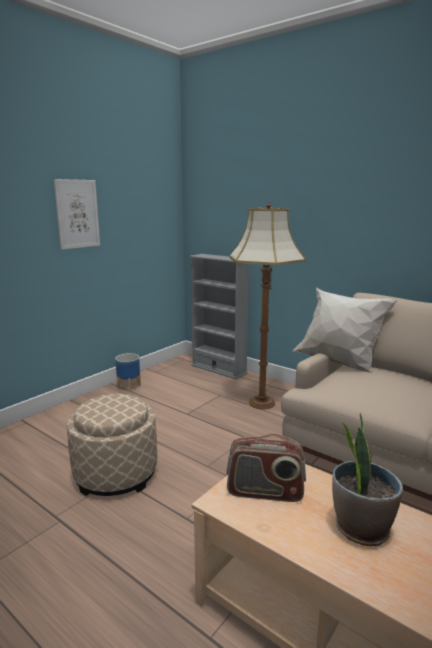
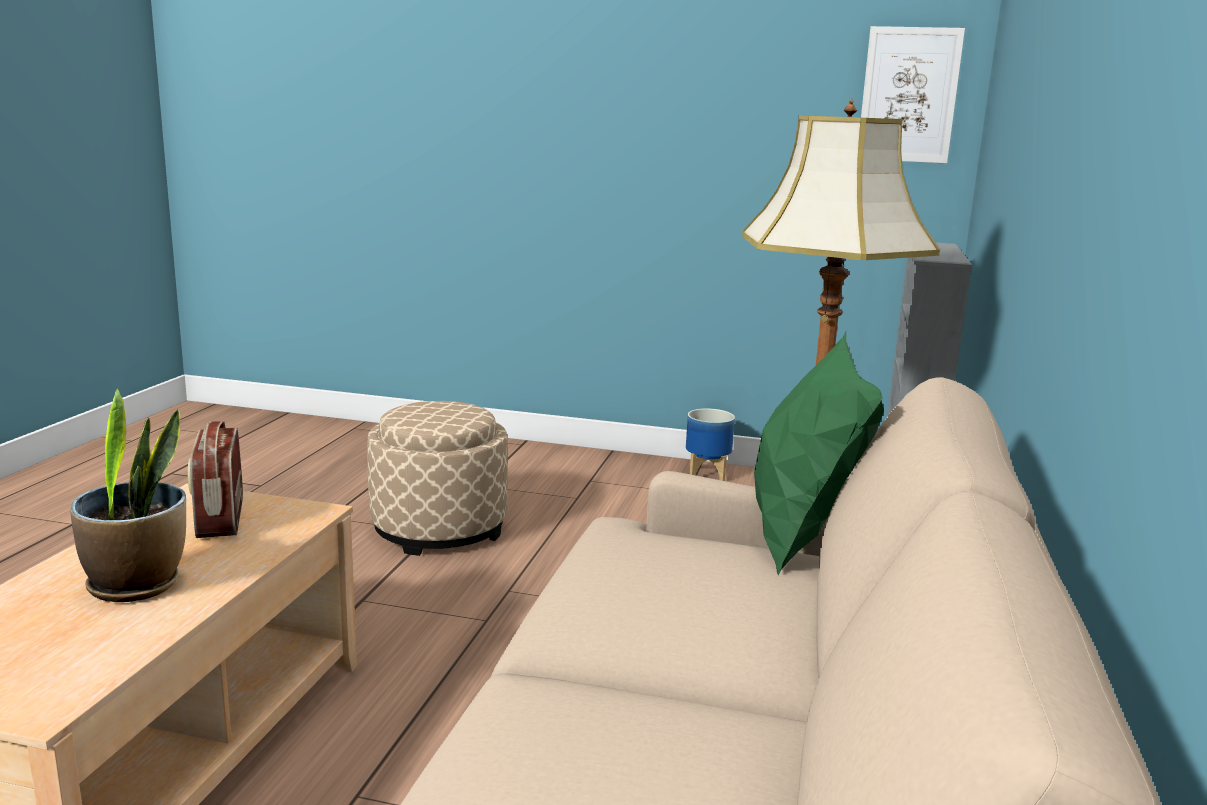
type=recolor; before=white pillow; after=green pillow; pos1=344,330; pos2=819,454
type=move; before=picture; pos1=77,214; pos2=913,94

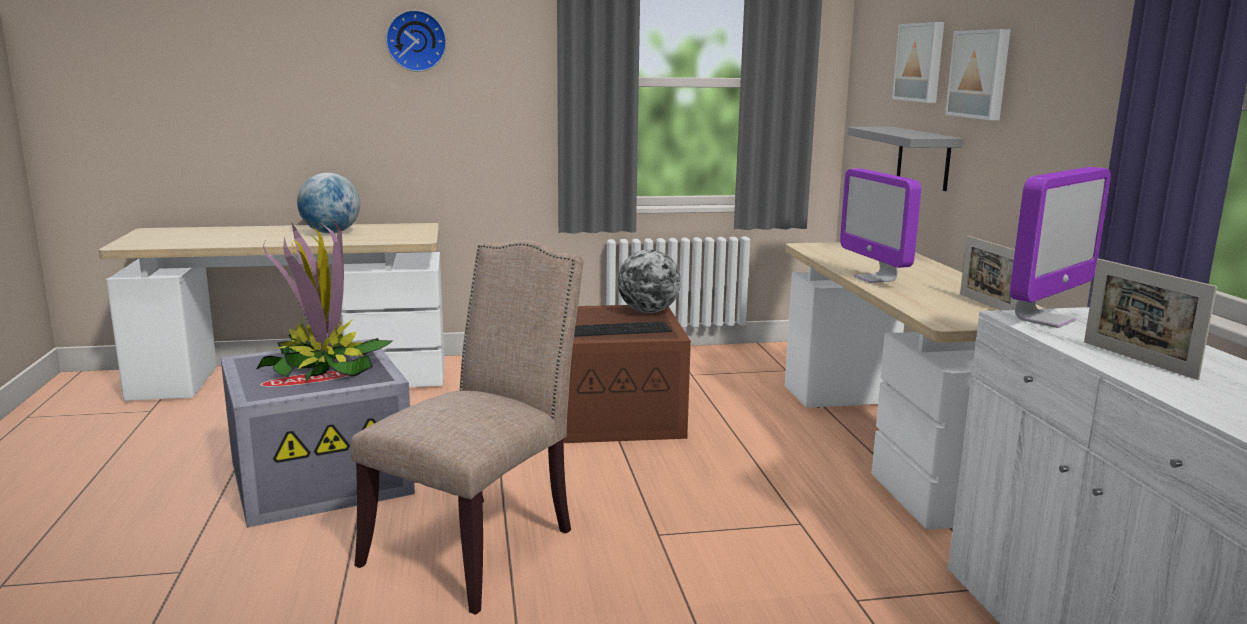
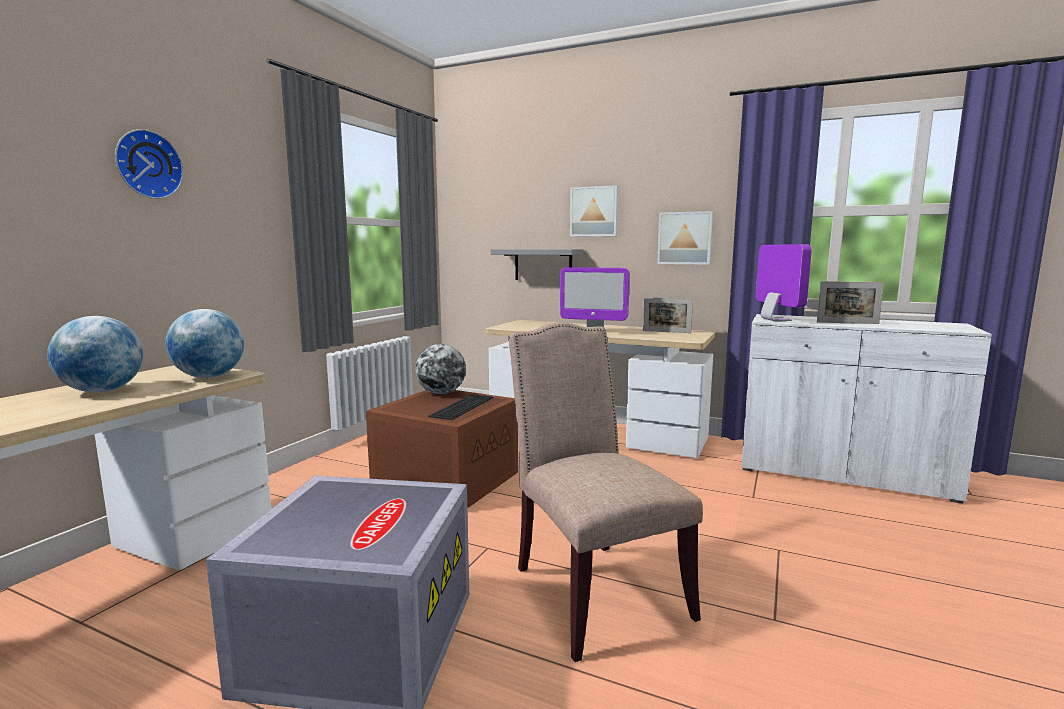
type=insert; after=globe; pos2=204,343
type=move; before=picture; pos1=918,62; pos2=685,238
type=delete; before=potted plant; pos1=324,299

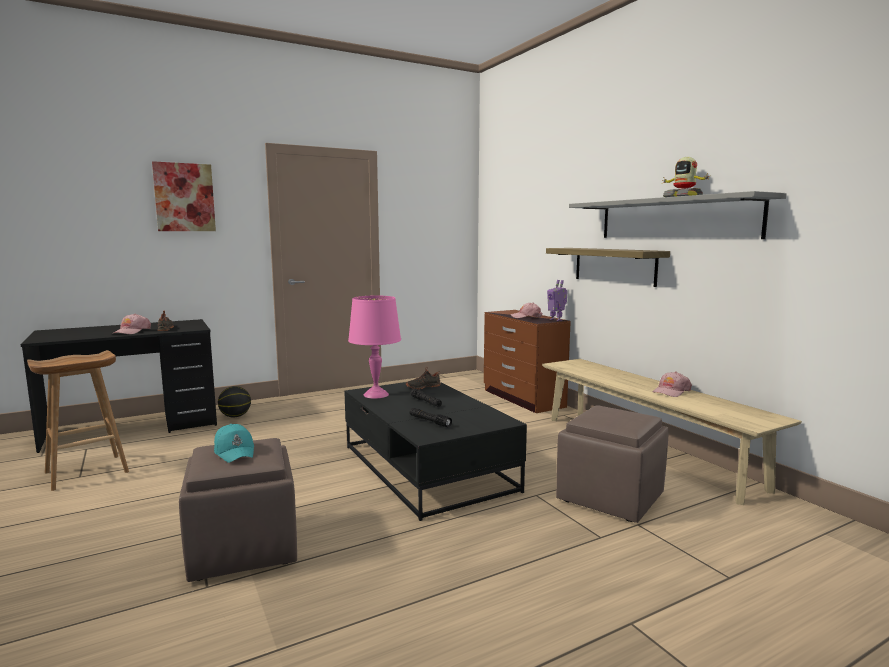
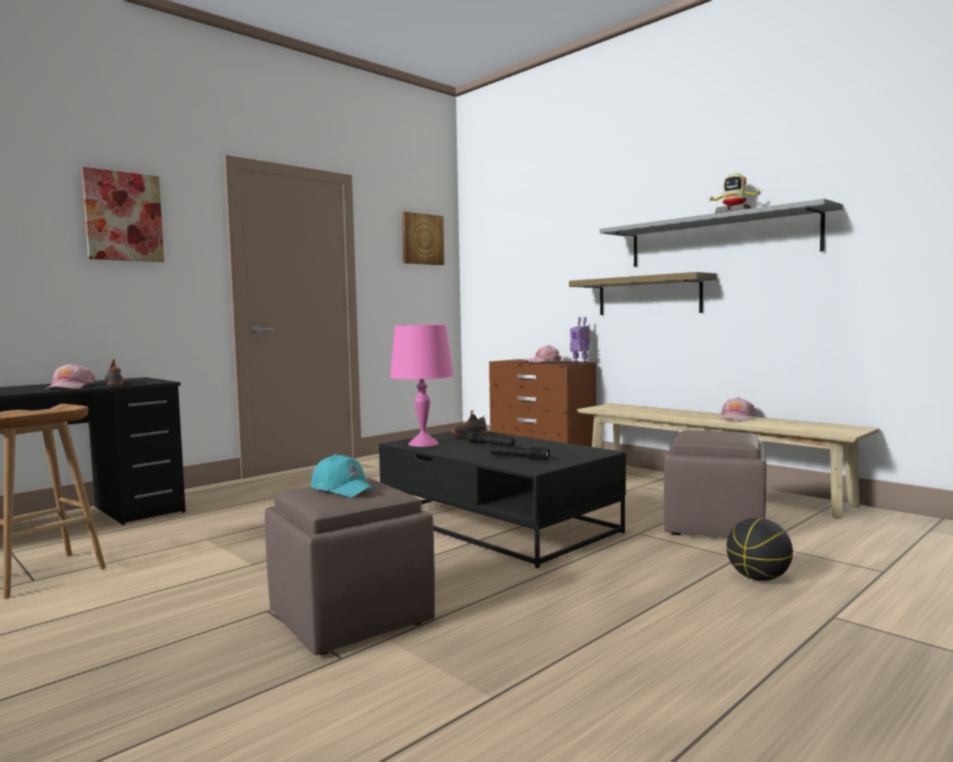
type=insert; after=picture; pos2=423,238
type=move; before=basketball; pos1=234,401; pos2=759,549

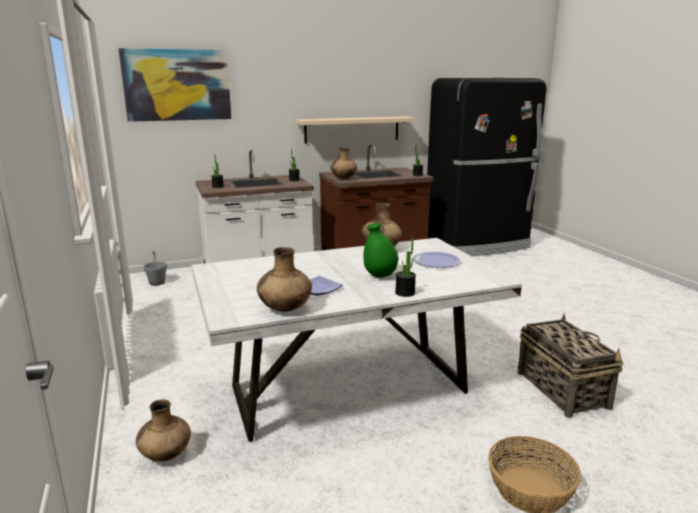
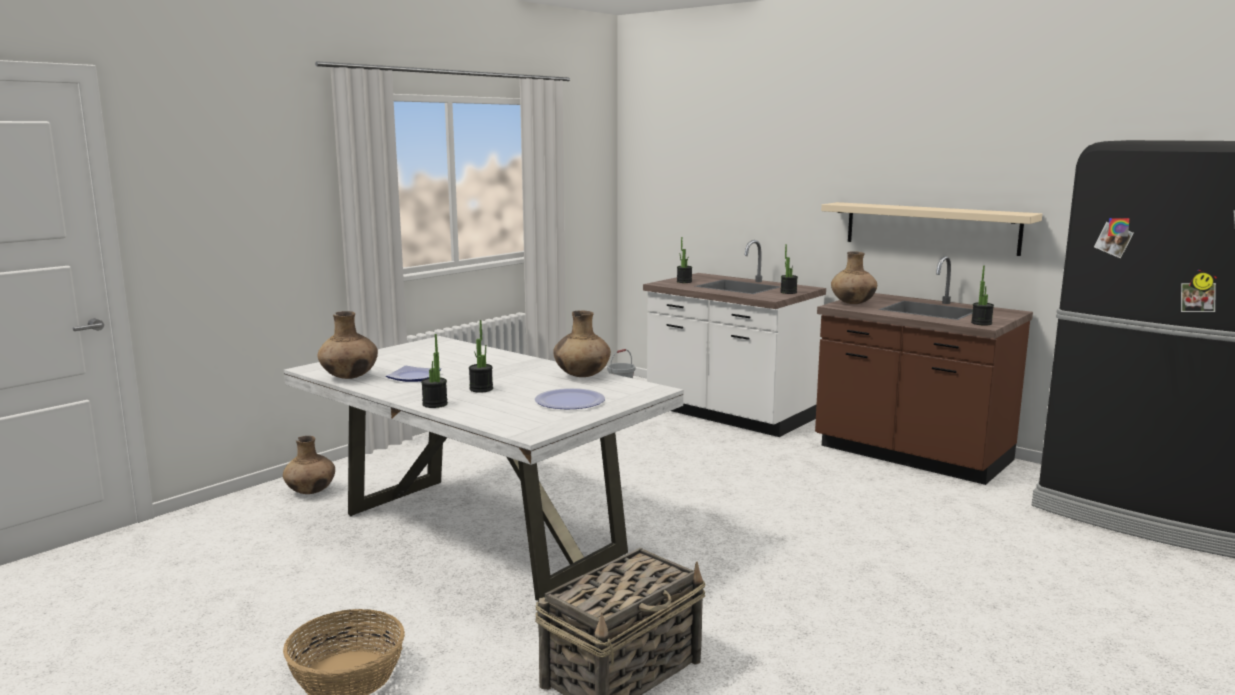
type=replace; before=green vase; after=potted plant; pos1=380,250; pos2=481,356
type=delete; before=picture; pos1=175,85

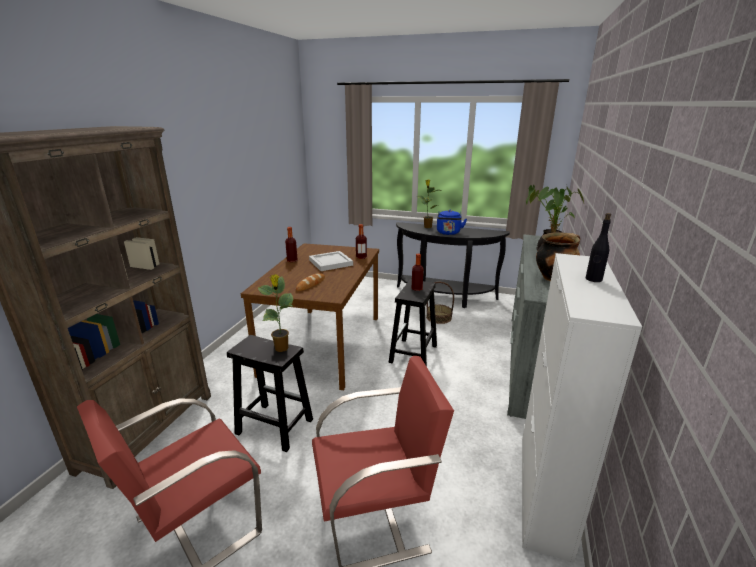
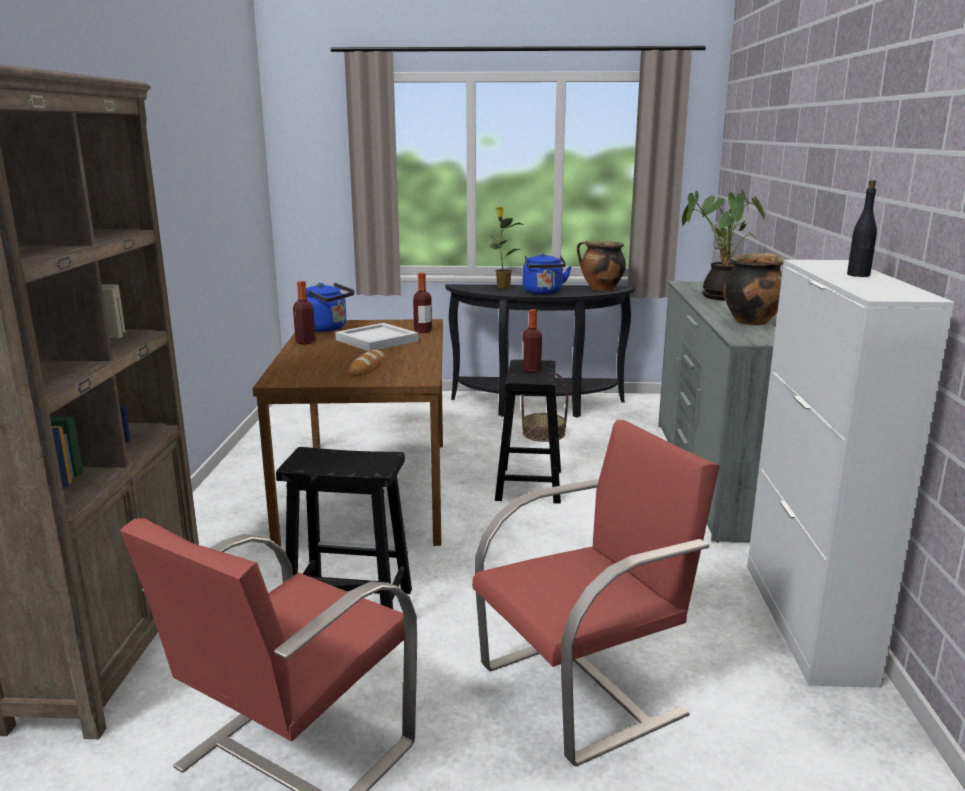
type=insert; after=blue kettle; pos2=325,307
type=insert; after=cooking pot; pos2=601,266
type=delete; before=potted plant; pos1=275,313

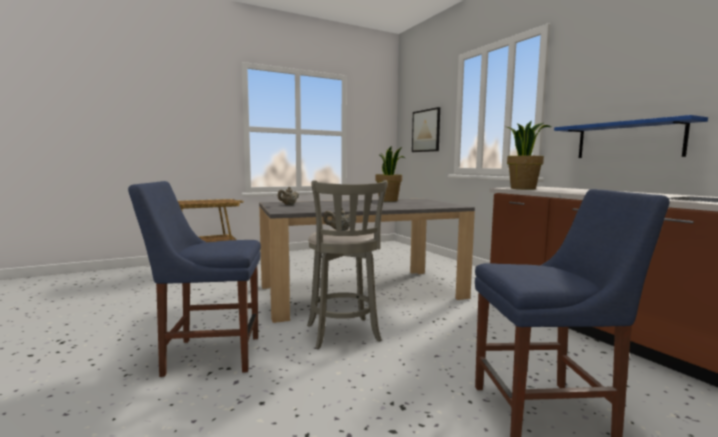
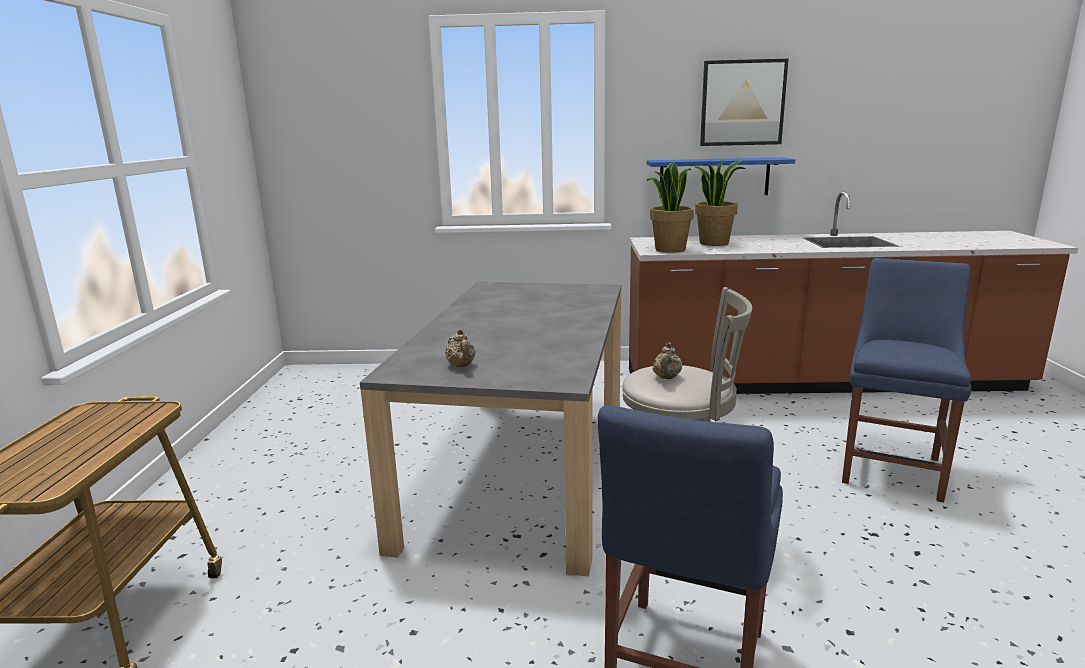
type=move; before=potted plant; pos1=390,174; pos2=720,203
type=move; before=picture; pos1=426,129; pos2=744,102

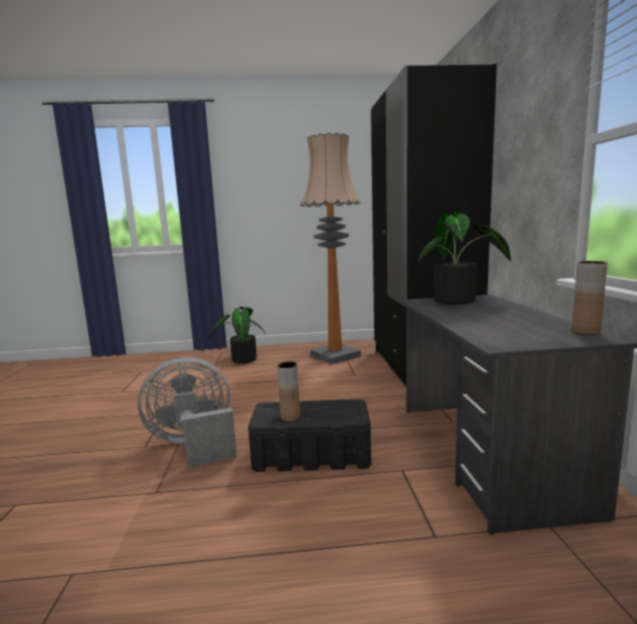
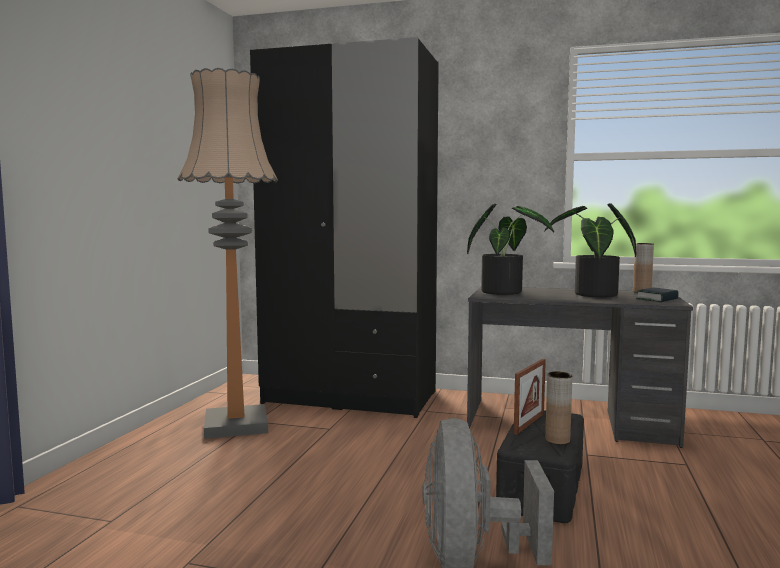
type=insert; after=picture frame; pos2=530,397
type=move; before=potted plant; pos1=237,335; pos2=590,250
type=insert; after=book; pos2=657,294

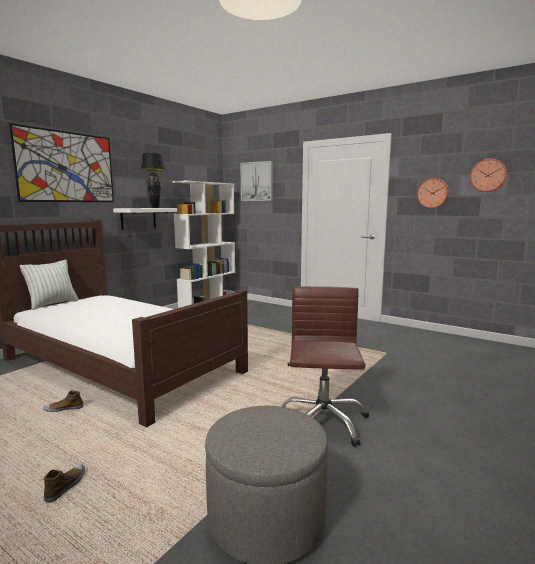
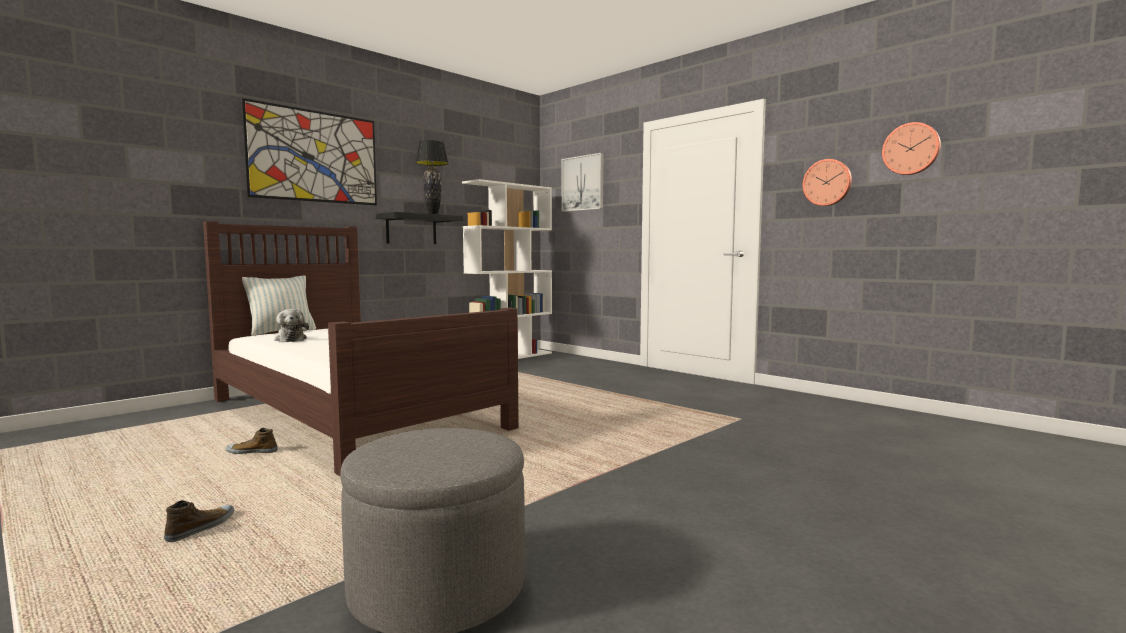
type=insert; after=plush toy; pos2=291,325
type=recolor; before=white shelf; after=black shelf; pos1=145,219; pos2=419,228
type=delete; before=brown office chair; pos1=325,366

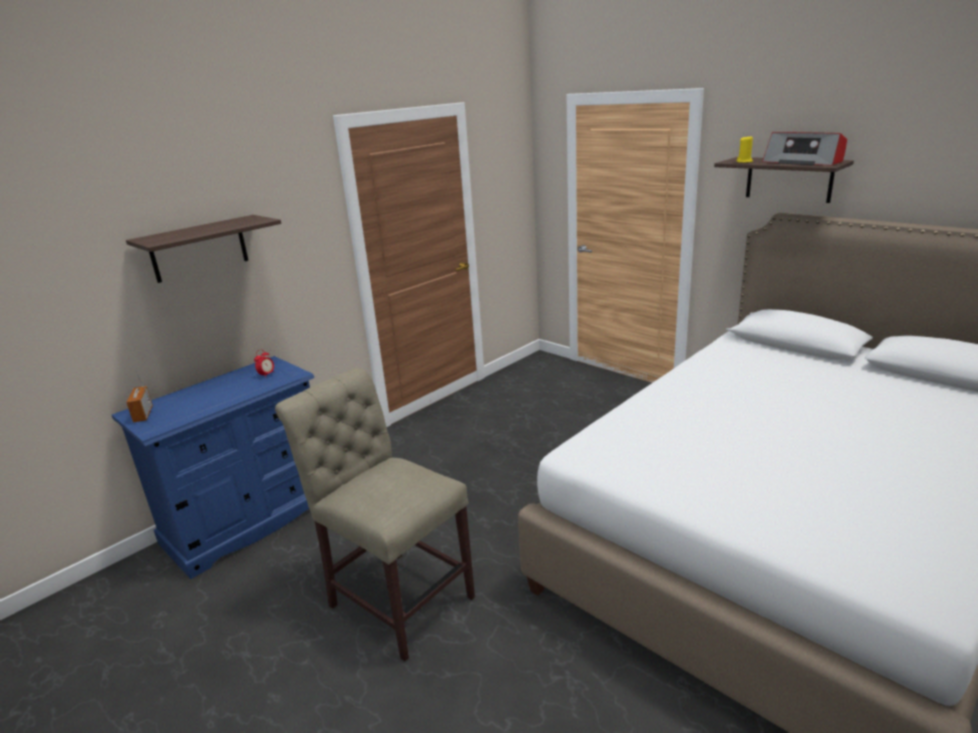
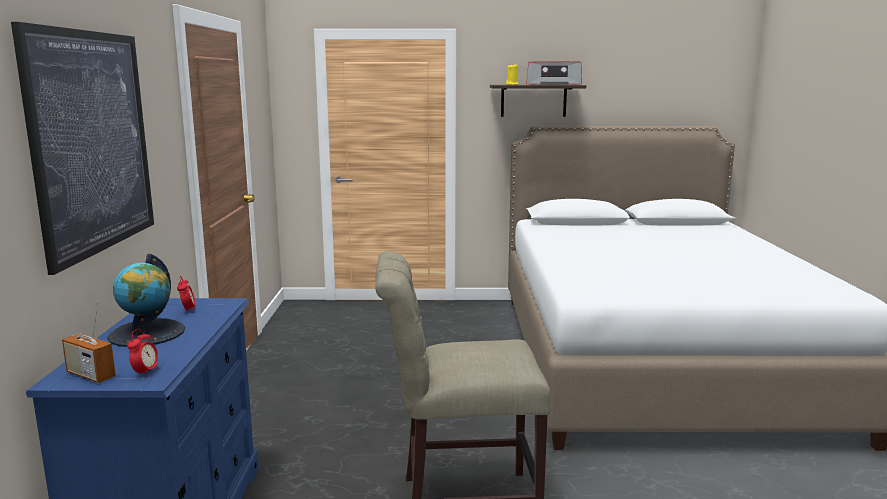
type=replace; before=shelf; after=picture; pos1=203,249; pos2=82,148
type=insert; after=globe; pos2=146,300
type=insert; after=alarm clock; pos2=142,353

